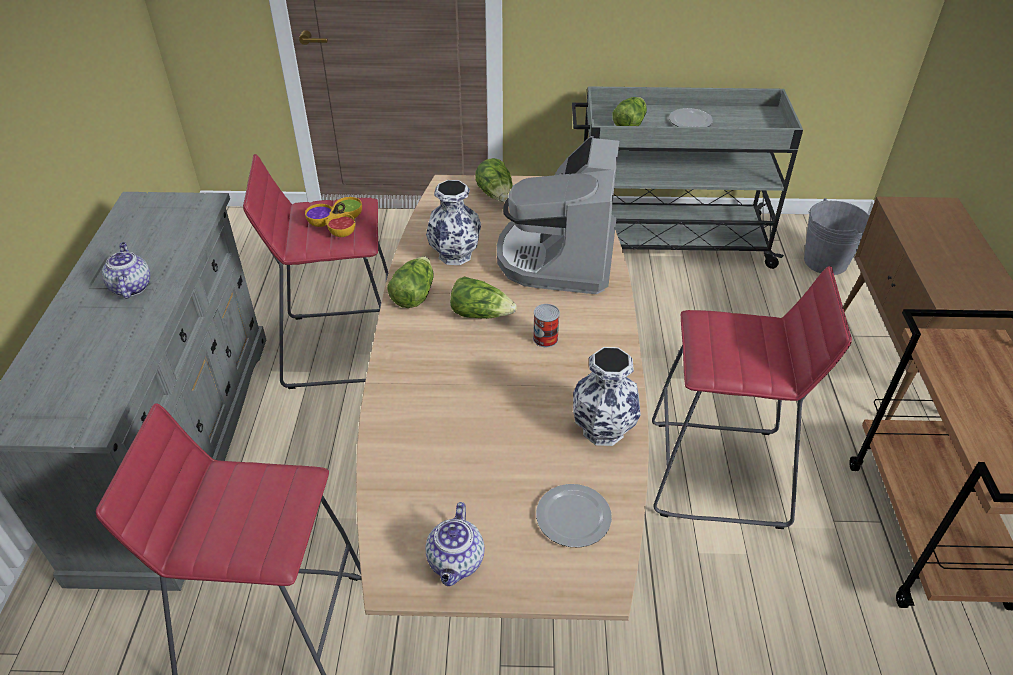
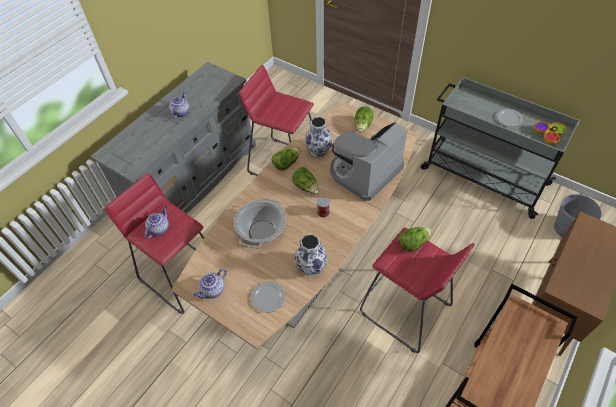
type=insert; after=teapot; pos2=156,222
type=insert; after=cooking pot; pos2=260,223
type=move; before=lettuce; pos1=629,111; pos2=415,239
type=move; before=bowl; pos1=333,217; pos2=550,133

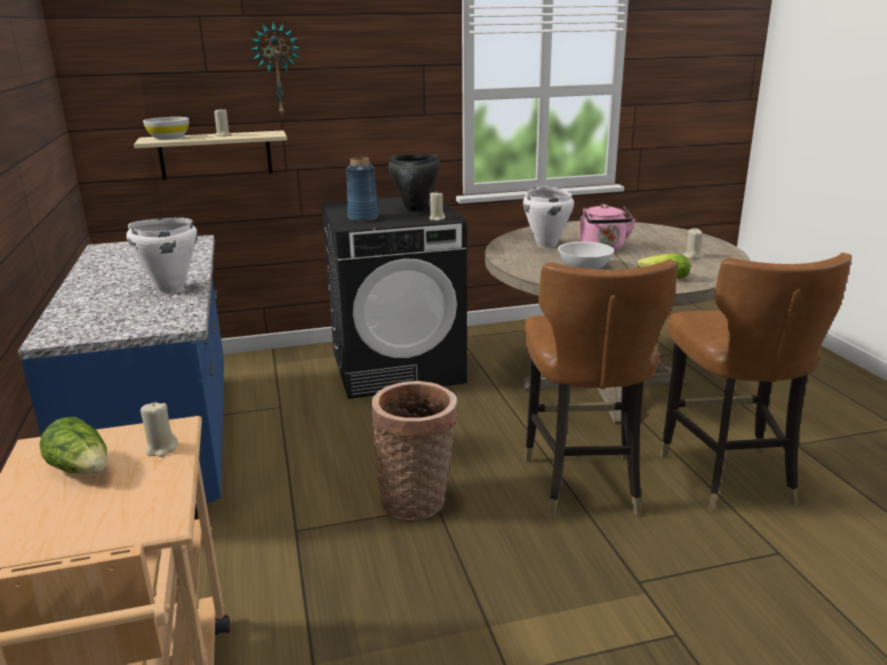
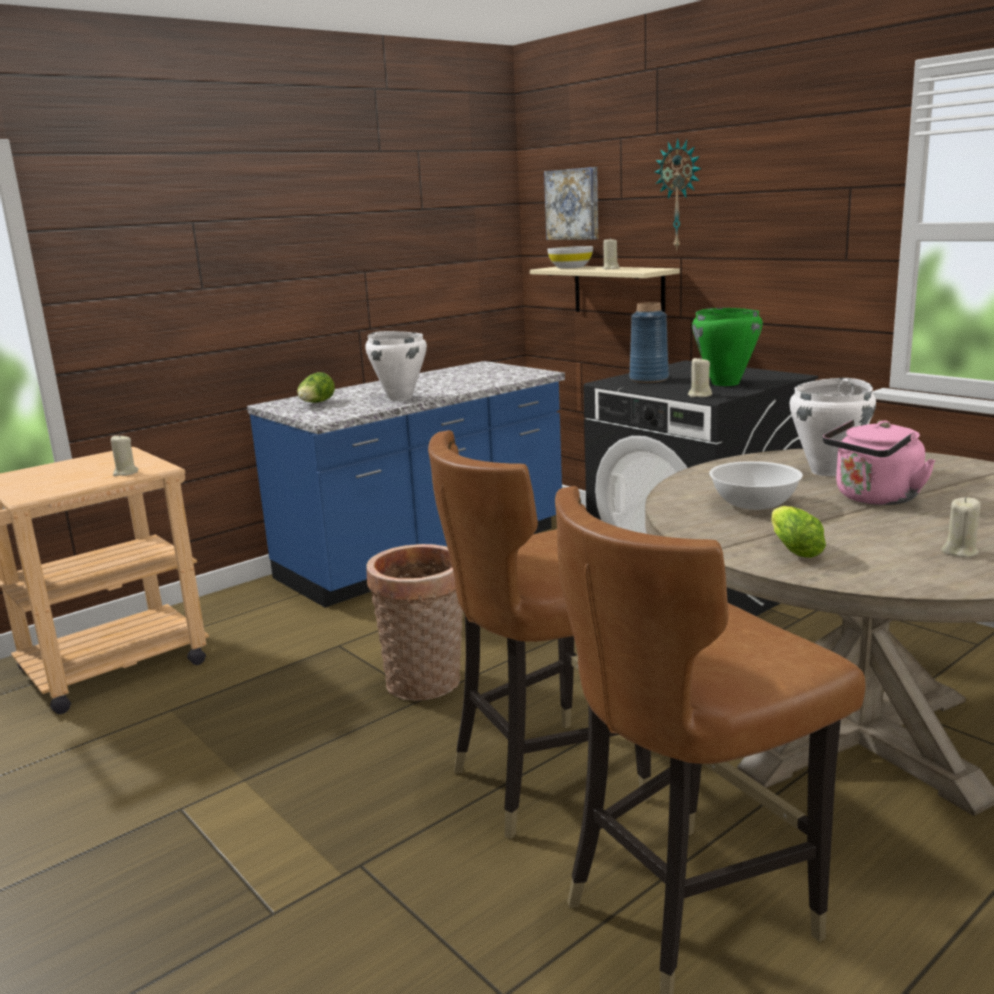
type=move; before=lettuce; pos1=73,445; pos2=316,387
type=insert; after=picture; pos2=571,203
type=recolor; before=black cooking pot; after=green cooking pot; pos1=414,183; pos2=727,347

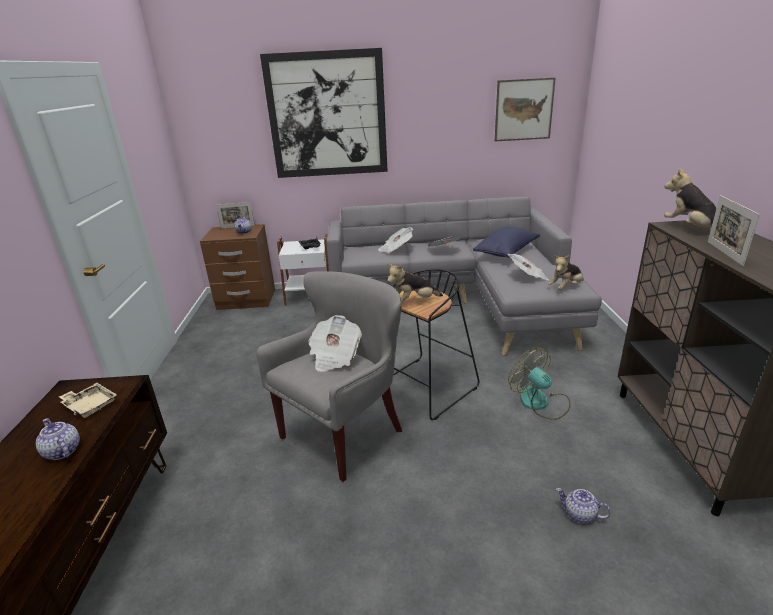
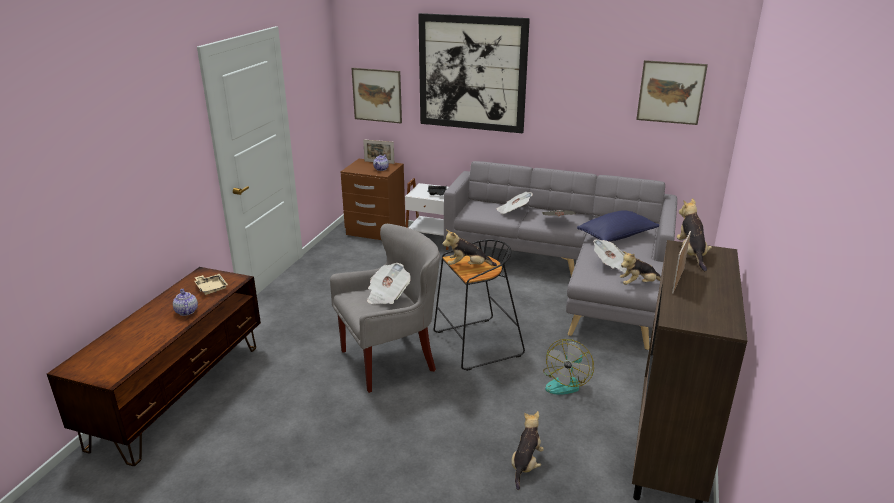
type=insert; after=picture; pos2=376,95
type=replace; before=teapot; after=plush toy; pos1=583,505; pos2=527,450
type=rotate; before=fan; pos1=539,383; pos2=568,367; turn=-135

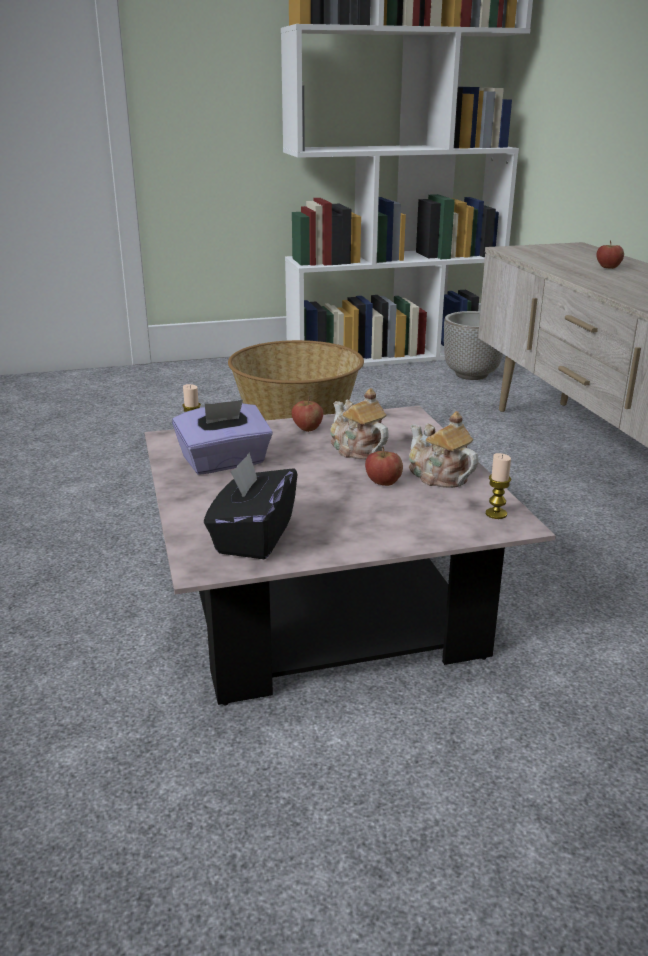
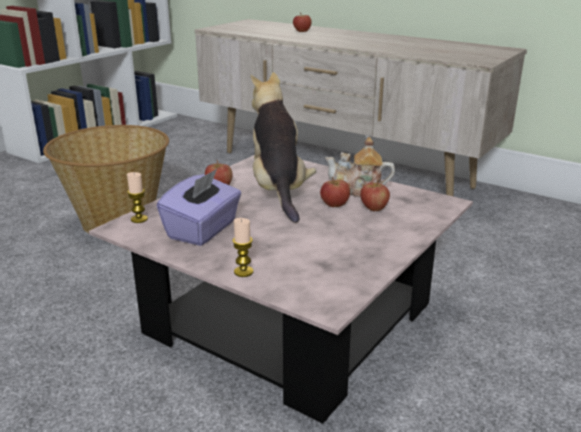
type=move; before=candle; pos1=498,486; pos2=242,247
type=replace; before=teapot; after=plush toy; pos1=359,424; pos2=283,147
type=insert; after=apple; pos2=375,195
type=delete; before=black tissue box; pos1=250,506
type=delete; before=planter; pos1=473,345

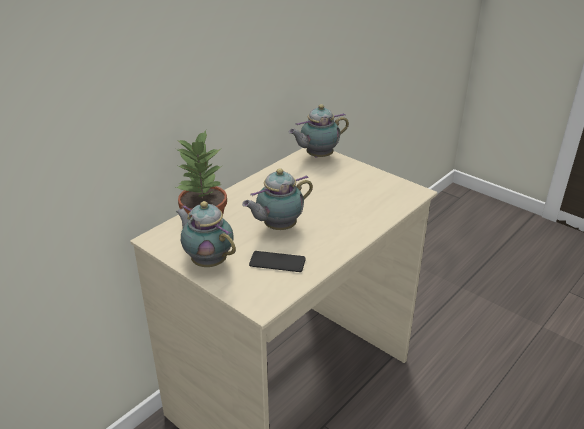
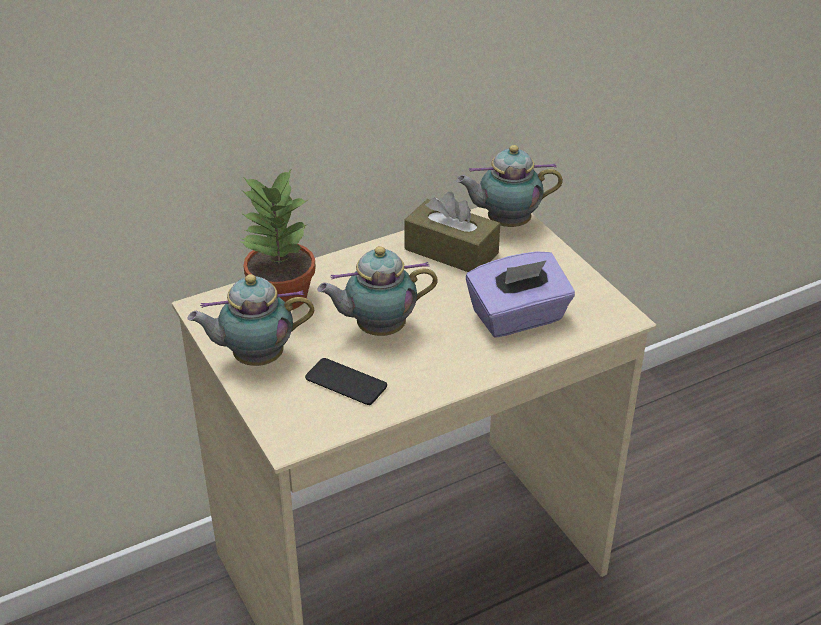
type=rotate; before=teapot; pos1=206,234; pos2=250,320; turn=-75
type=insert; after=brown tissue box; pos2=452,232
type=insert; after=purple tissue box; pos2=520,294

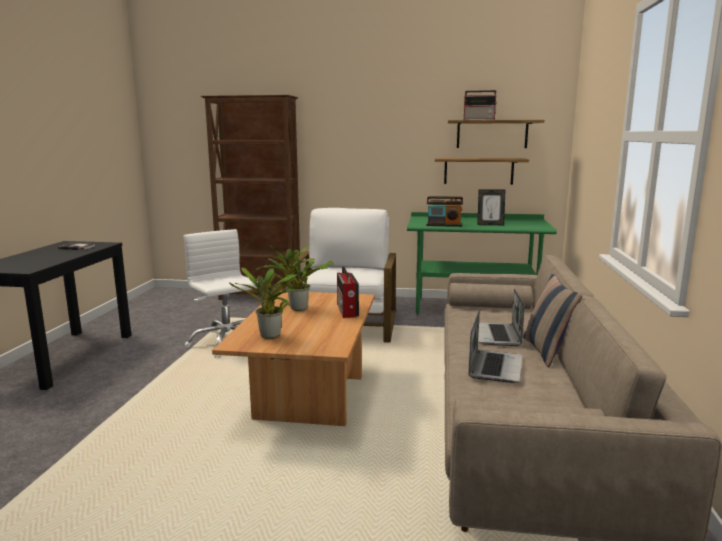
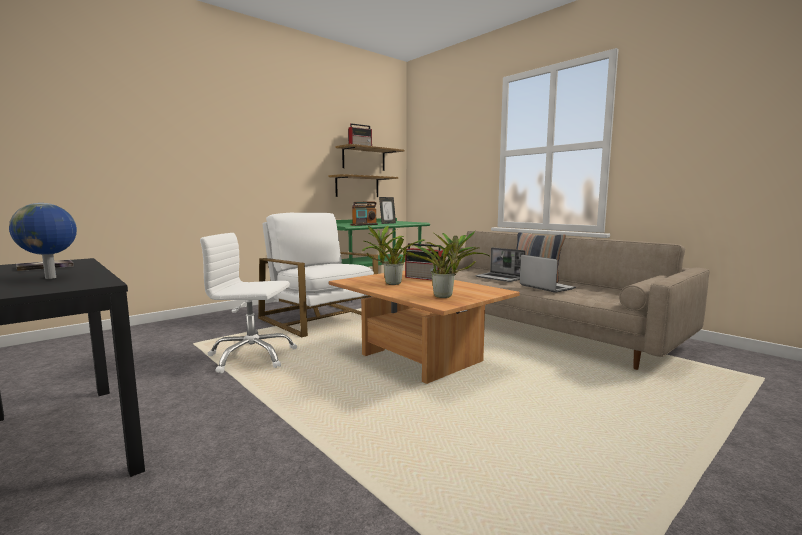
type=insert; after=globe; pos2=43,241
type=delete; before=brown bookcase; pos1=251,197

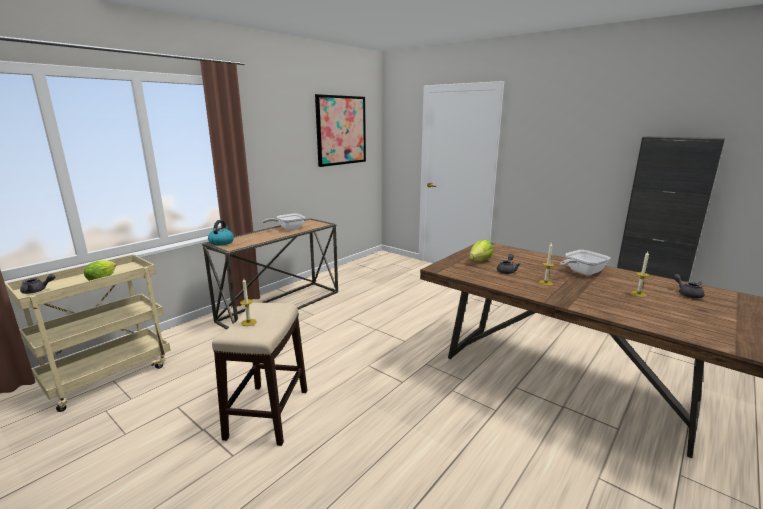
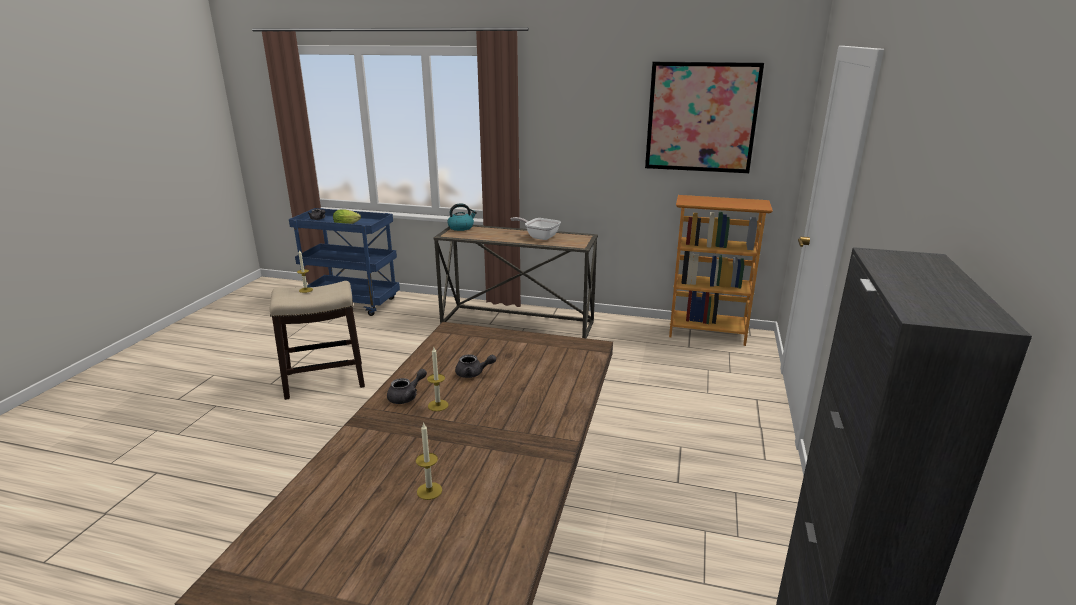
type=recolor; before=beige cart; after=blue cart; pos1=88,333; pos2=344,262
type=move; before=grey teapot; pos1=688,286; pos2=407,386
type=insert; after=bookcase; pos2=721,270
type=delete; before=lettuce; pos1=481,250
type=delete; before=frying pan; pos1=585,262

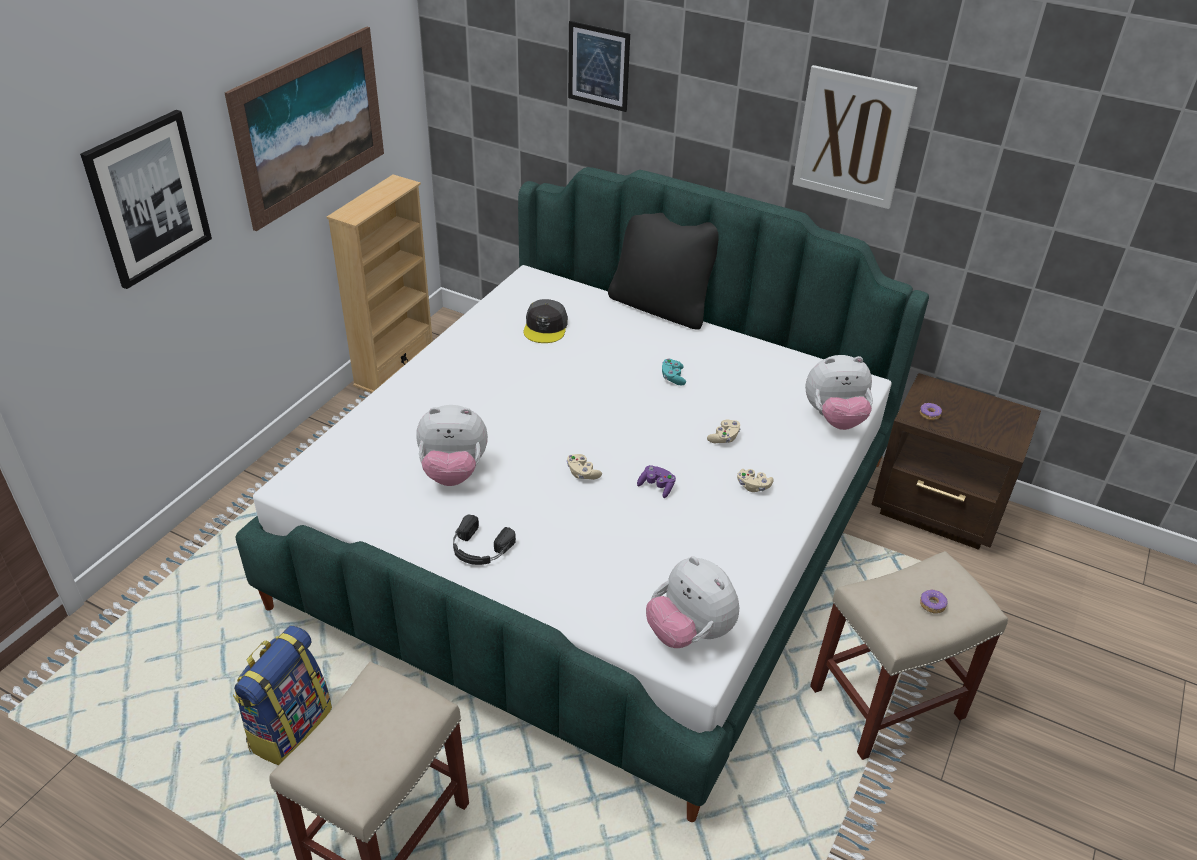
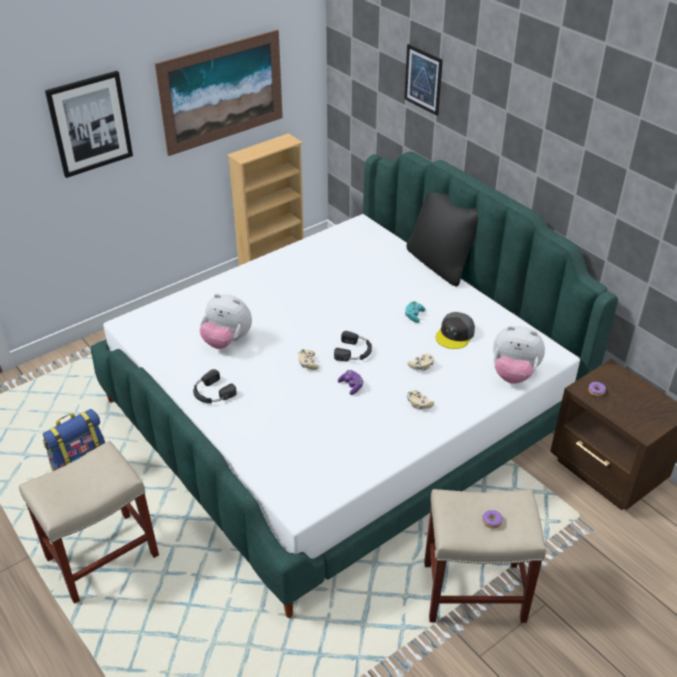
type=insert; after=black headphones; pos2=353,346
type=move; before=grey cap; pos1=546,321; pos2=455,330
type=delete; before=plush toy; pos1=692,602
type=delete; before=picture; pos1=855,137

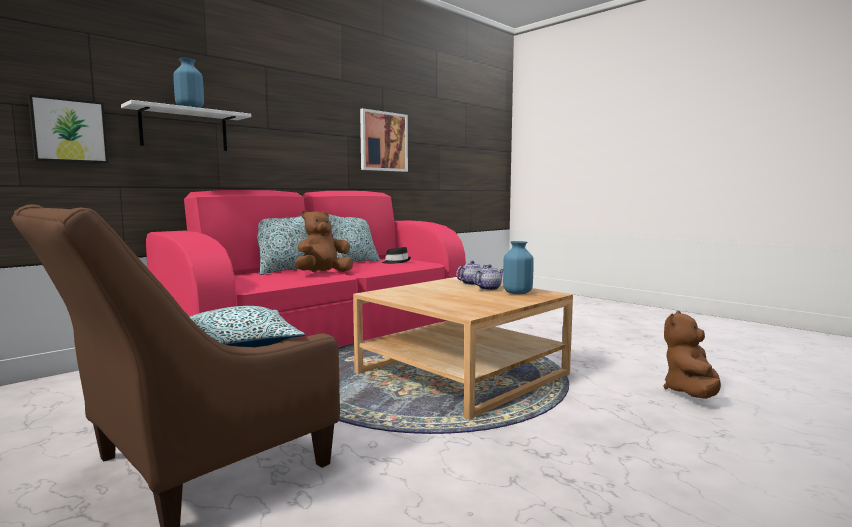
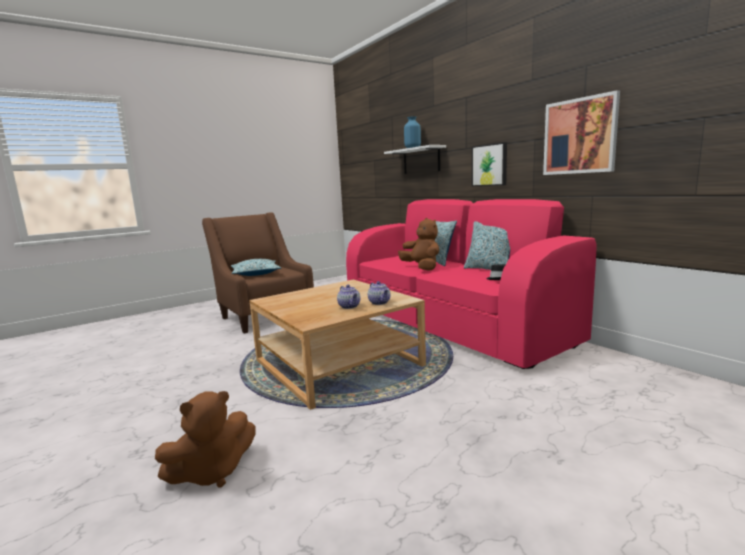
type=rotate; before=brown plush toy; pos1=692,355; pos2=205,439; turn=105
type=move; before=picture; pos1=68,128; pos2=489,164
type=delete; before=blue vase; pos1=518,267

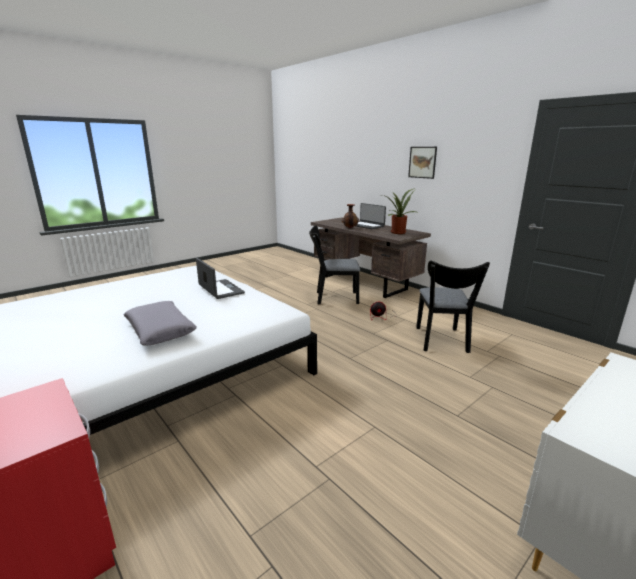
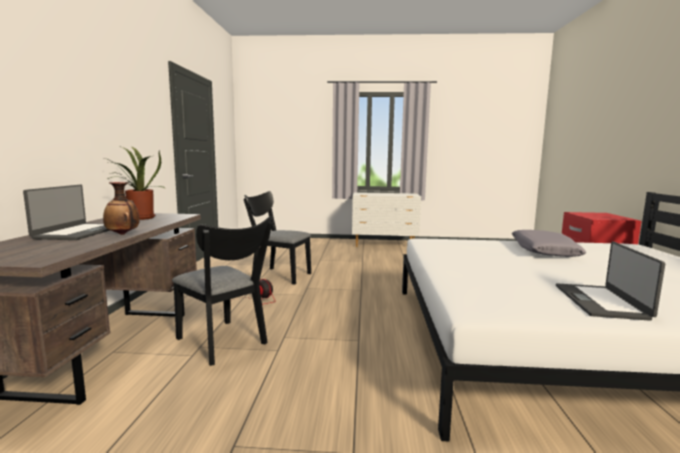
type=rotate; before=black chair; pos1=453,307; pos2=277,238; turn=-120
type=move; before=laptop; pos1=220,278; pos2=610,281
type=delete; before=picture; pos1=422,163

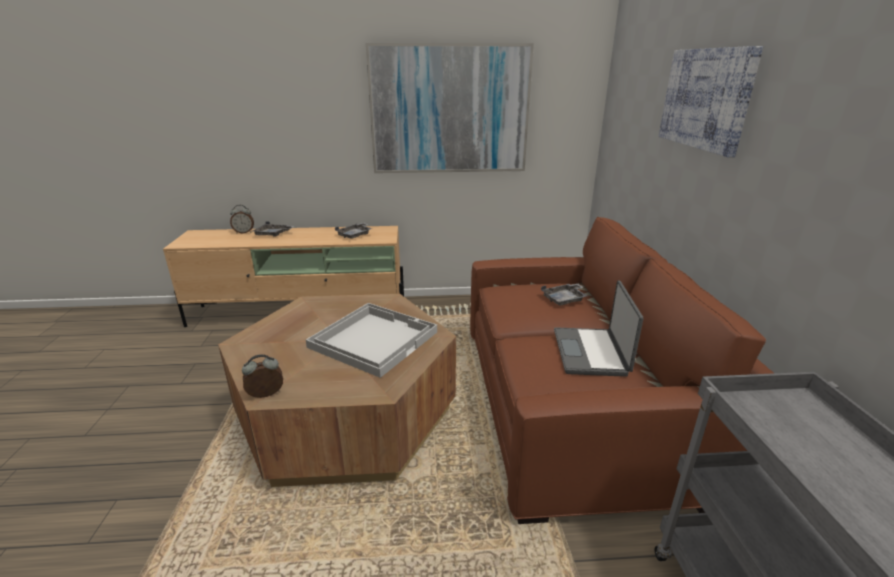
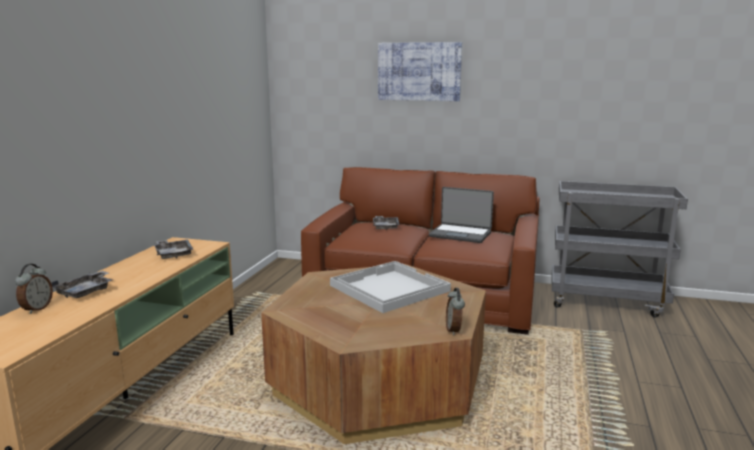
type=delete; before=picture; pos1=450,108

